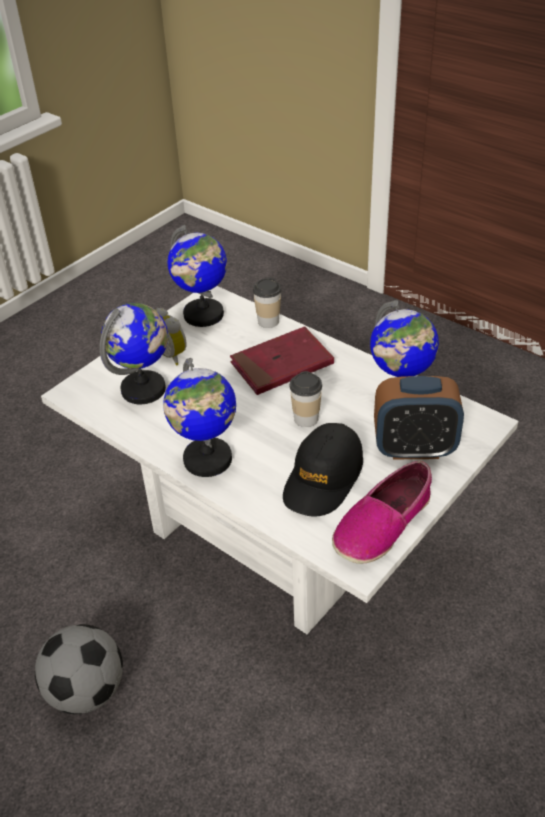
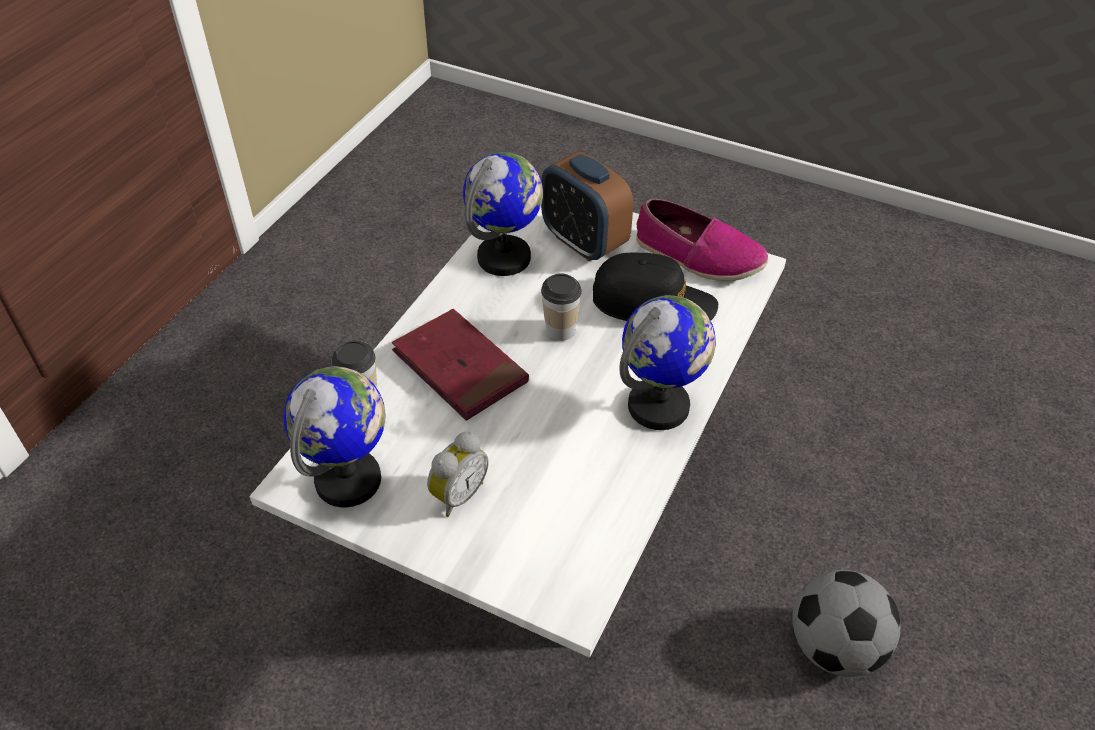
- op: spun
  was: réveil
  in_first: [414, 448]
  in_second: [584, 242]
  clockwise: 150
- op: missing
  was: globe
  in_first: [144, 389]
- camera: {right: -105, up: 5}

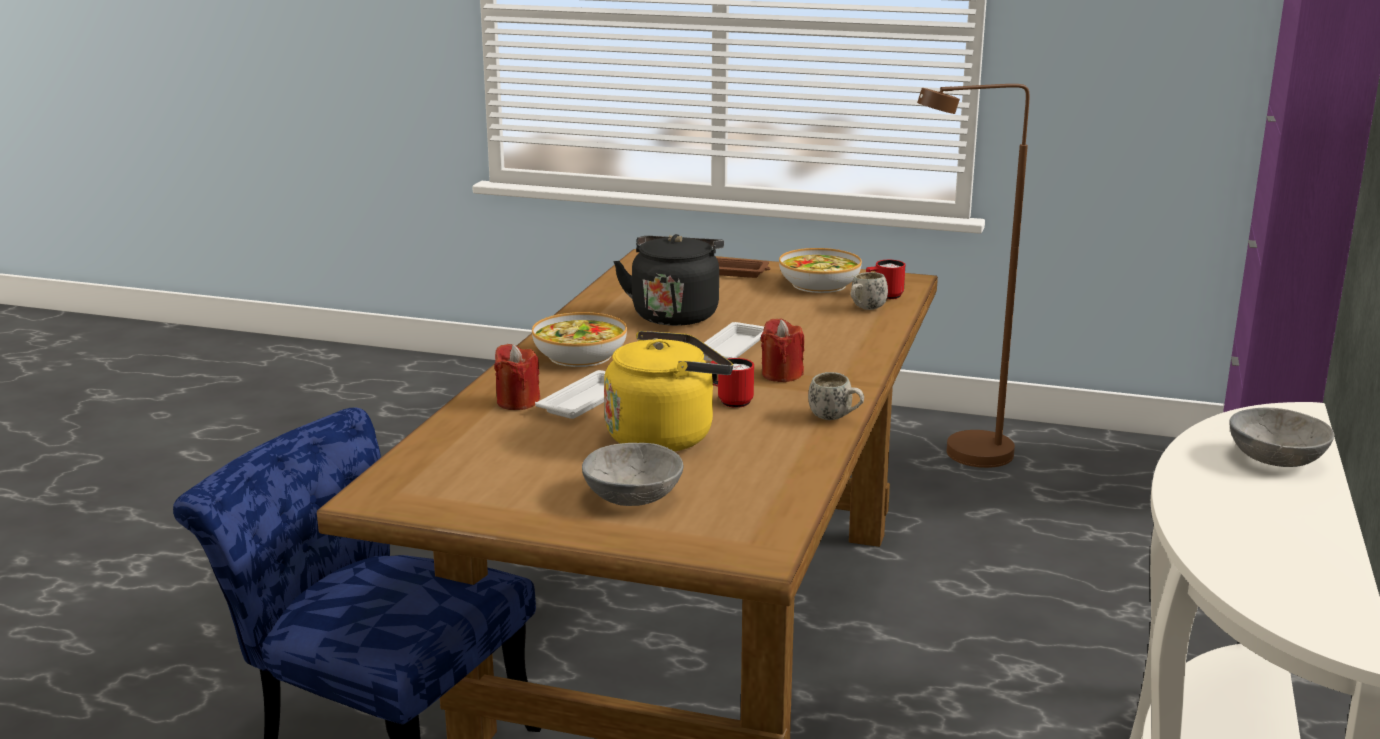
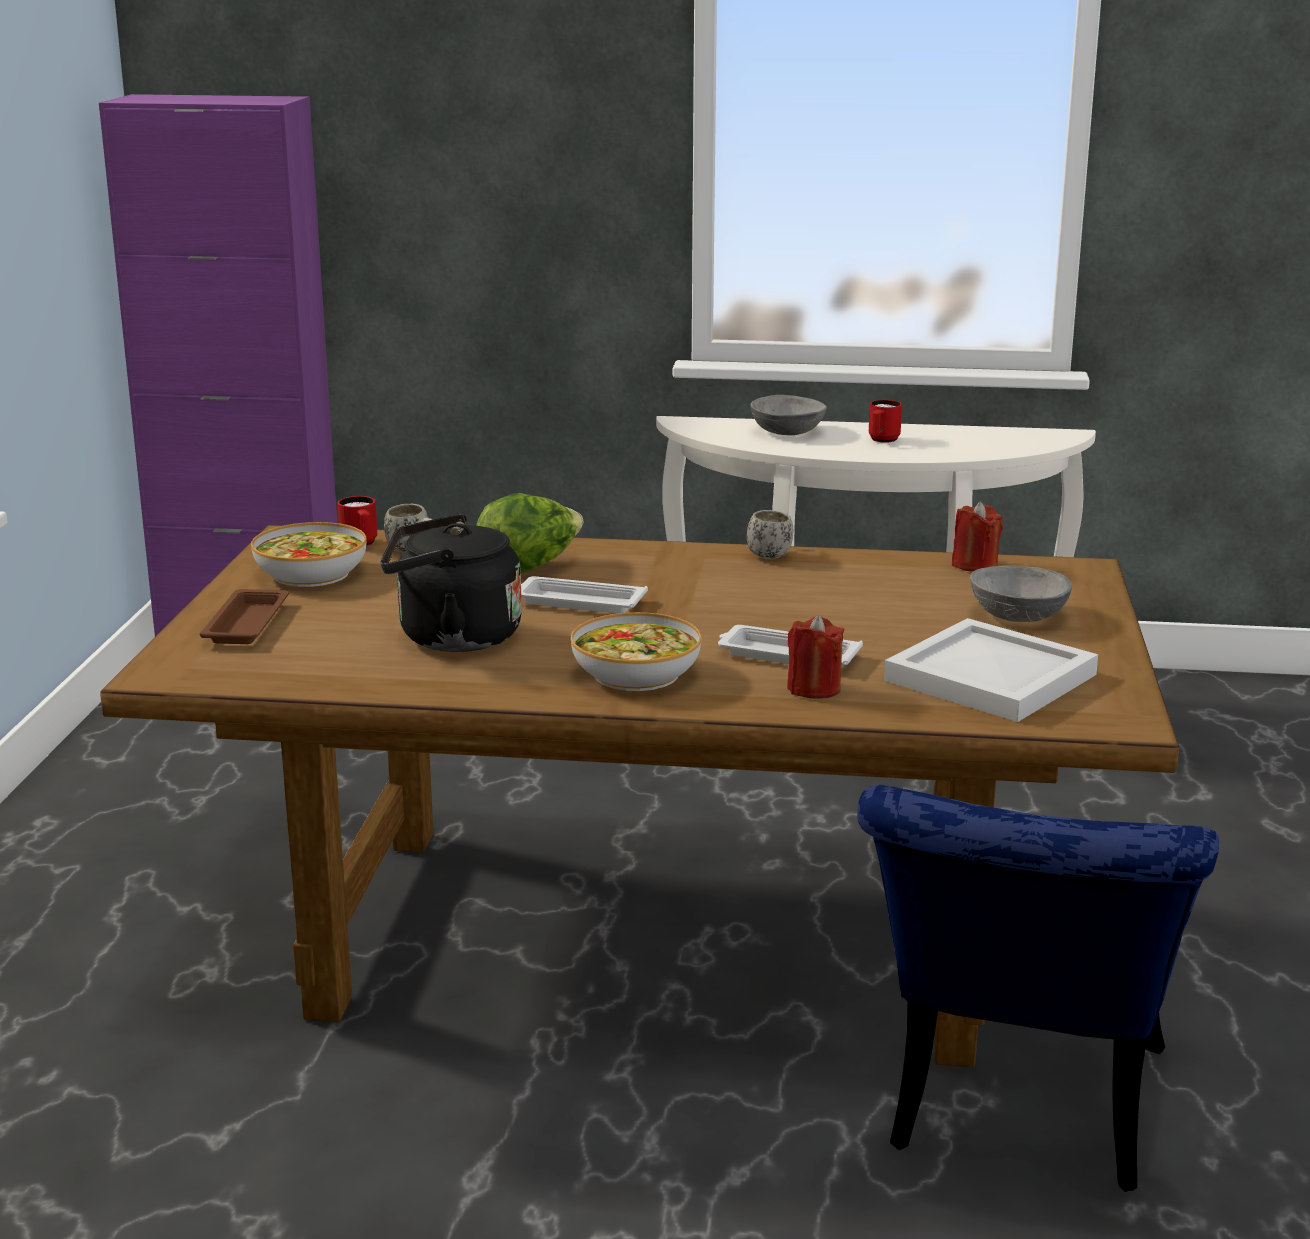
- op: appeared
  now: laitue
  in_second: [530, 567]
- op: relocated
  was: mug/rouge
  in_first: [730, 401]
  in_second: [882, 440]
- op: appeared
  now: plateau/blanc
  in_second: [994, 677]
- op: relocated
  was: bougie/rouge
  in_first: [781, 375]
  in_second: [974, 565]
- op: missing
  was: bouilloire/jaune
  in_first: [665, 436]
- op: missing
  was: lampadaire/marron
  in_first: [963, 457]
- camera: {right: -100, up: 0}

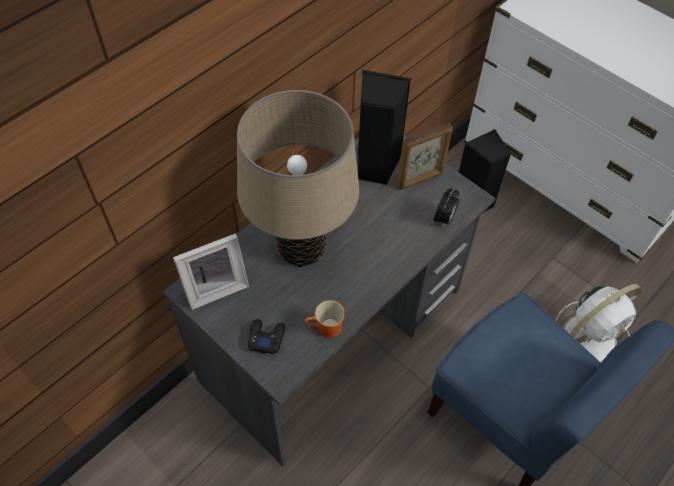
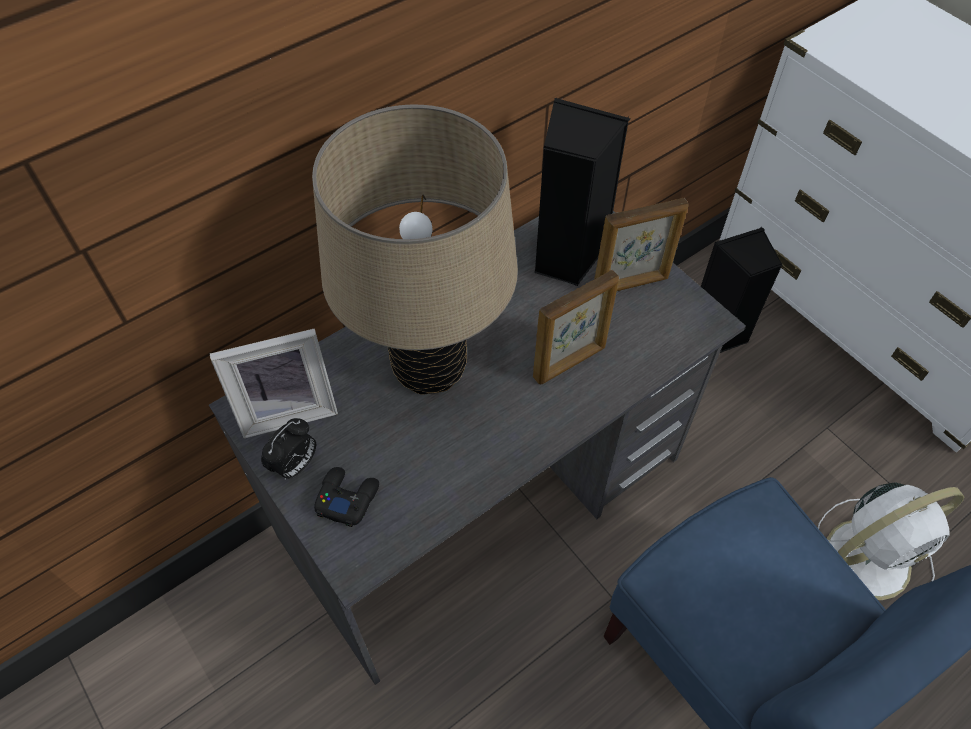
- op: relocated
  was: réveil
  in_first: [444, 219]
  in_second: [295, 465]
- op: appeared
  now: cadre photo
  in_second: [570, 362]
- op: missing
  was: mug
  in_first: [327, 329]
- camera: {right: 10, up: 0}

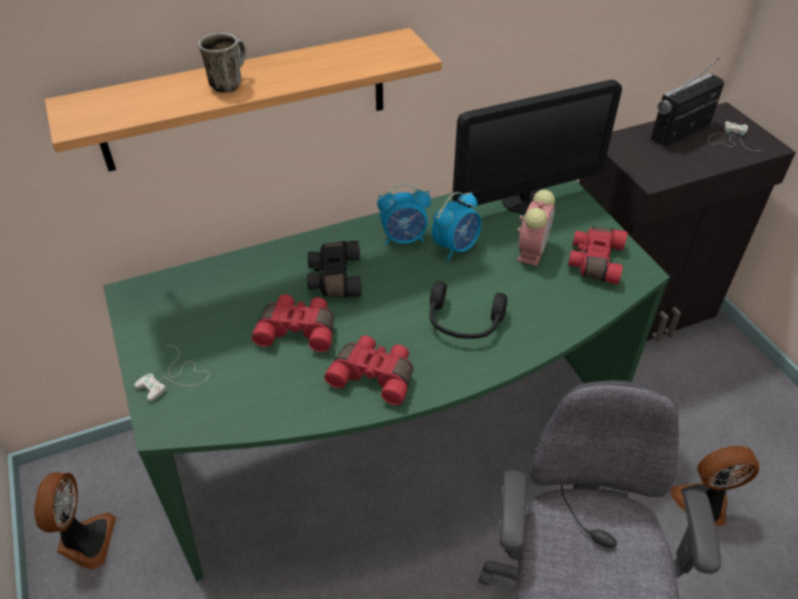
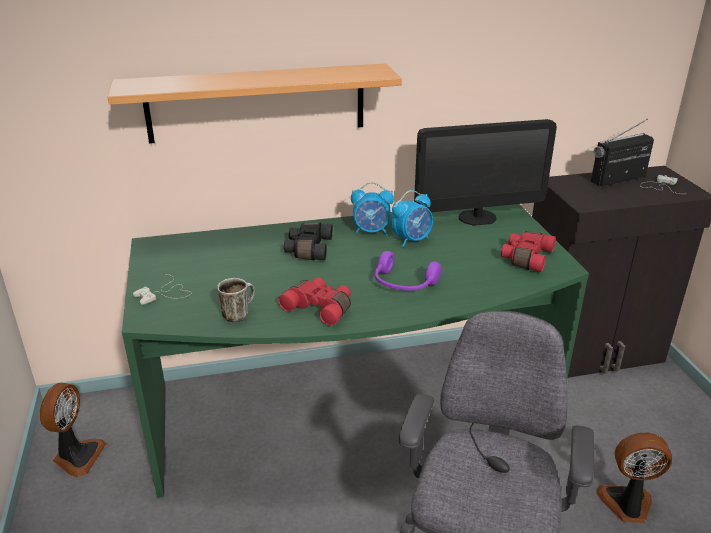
- op: relocated
  was: mug
  in_first: [229, 83]
  in_second: [238, 314]
- op: colour
  was: casque audio/noir
  now: casque audio/violet
  in_first: [463, 323]
  in_second: [403, 284]
- op: missing
  was: jumelles/rouge
  in_first: [298, 330]
- op: missing
  was: réveil
  in_first: [532, 249]
- camera: {right: 10, up: -15}

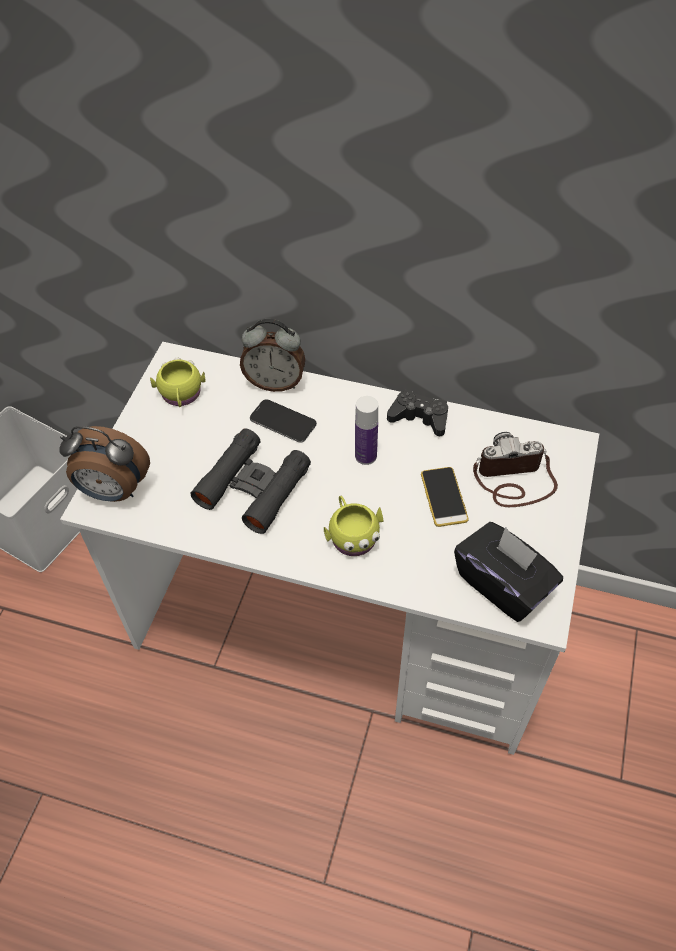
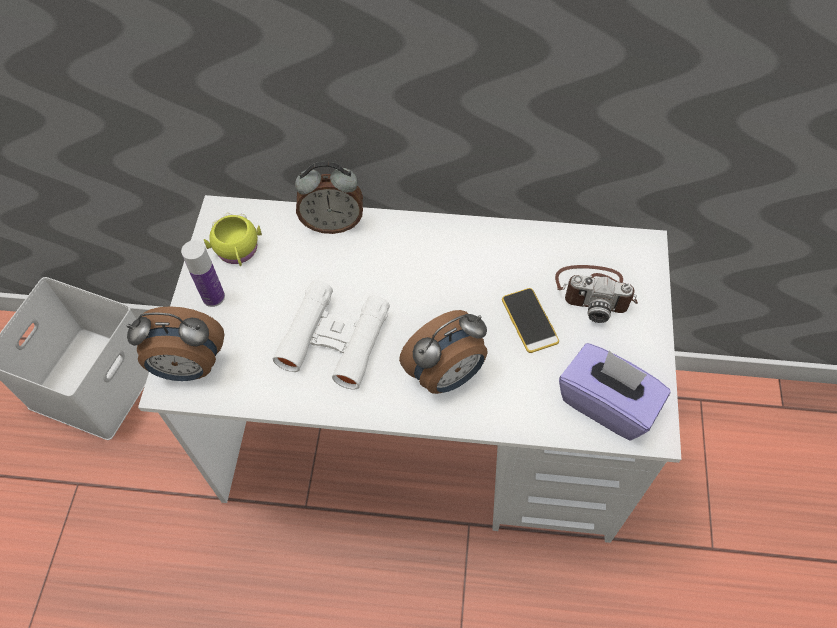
- op: relocated
  was: bouteille
  in_first: [366, 456]
  in_second: [213, 297]
- op: colour
  was: jumelles/noir
  now: jumelles/blanc
  in_first: [253, 486]
  in_second: [334, 339]
- op: exchanged
  was: mug/jaune
  now: réveil
  in_first: [352, 535]
  in_second: [446, 375]
- op: spun
  was: appareil photo
  in_first: [514, 480]
  in_second: [594, 292]
  clockwise: -150
- op: colour
  was: boîte à mouchoirs/noir
  now: boîte à mouchoirs/violet
  in_first: [503, 584]
  in_second: [607, 403]
- op: missing
  was: téléphone
  in_first: [283, 422]
- op: missing
  was: manette/noir
  in_first: [419, 418]
- camera: {right: -10, up: 5}

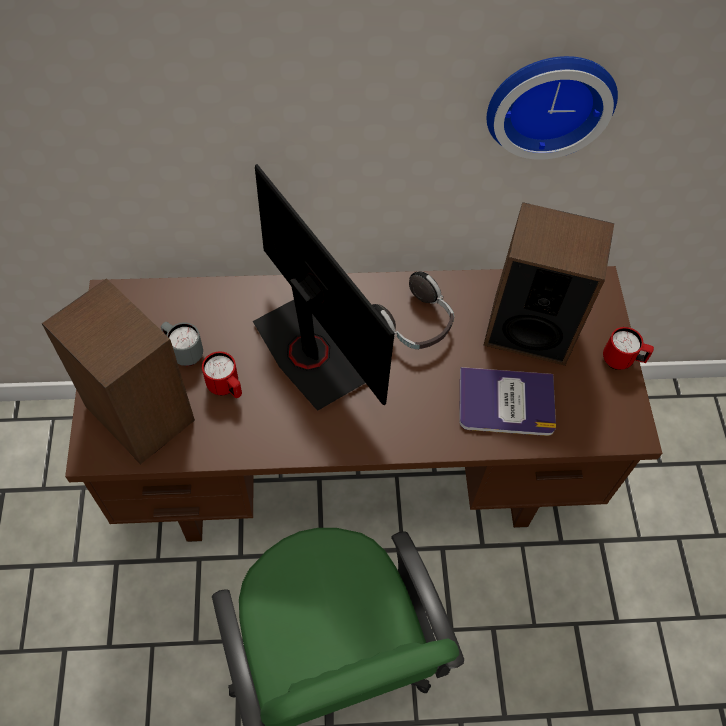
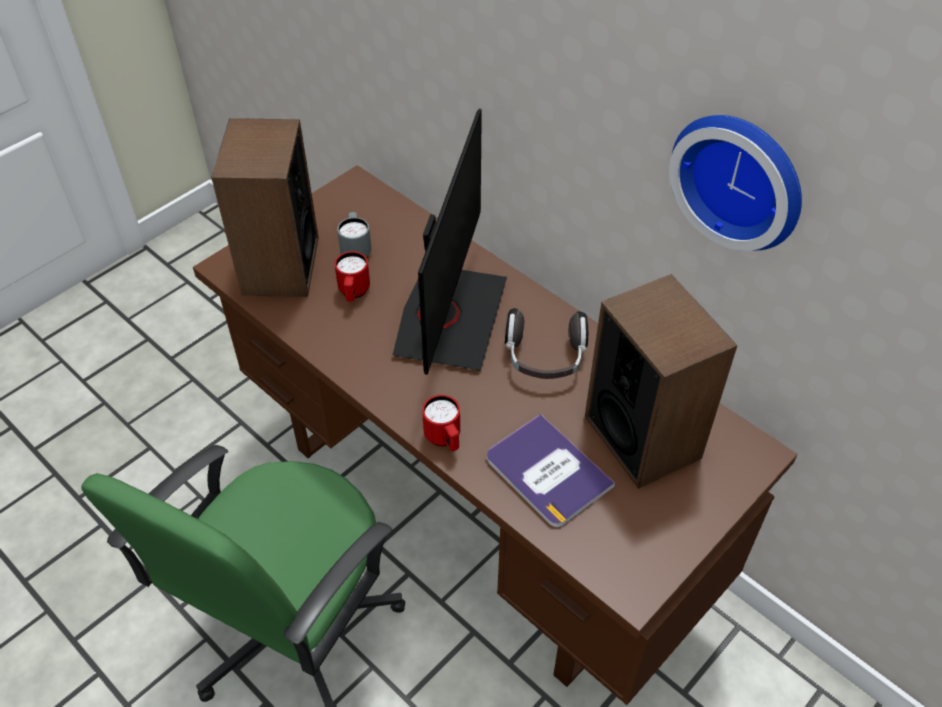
- op: relocated
  was: mug/rouge
  in_first: [622, 360]
  in_second: [444, 439]
- camera: {right: 50, up: -10}

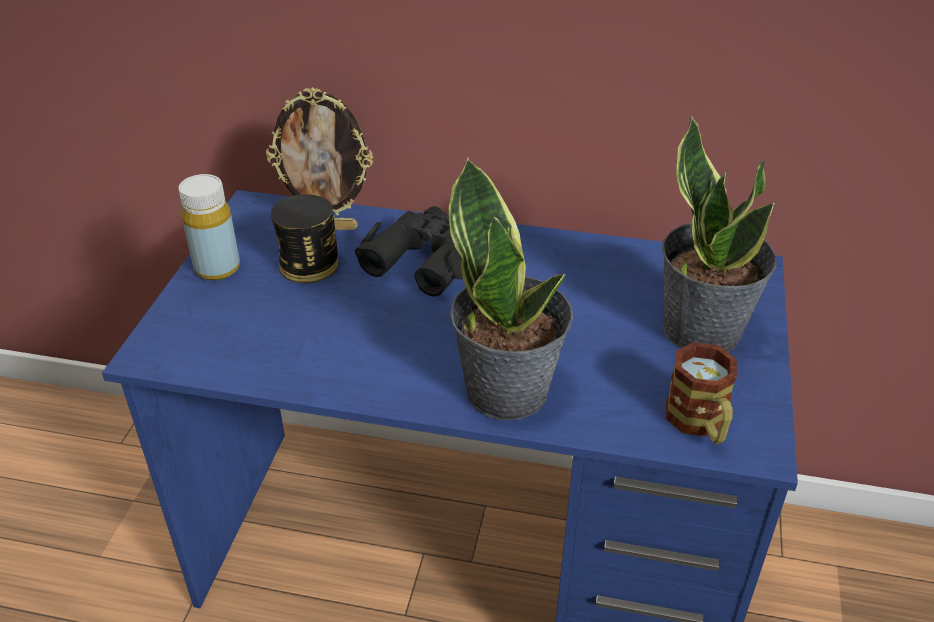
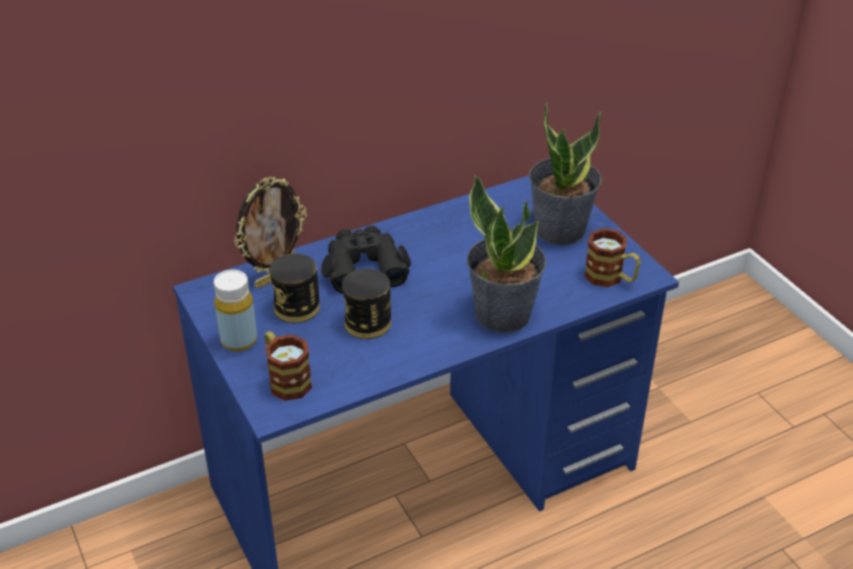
- op: appeared
  now: mug
  in_second: [285, 379]
- op: appeared
  now: boîte métallique
  in_second: [367, 323]
- camera: {right: -40, up: 0}

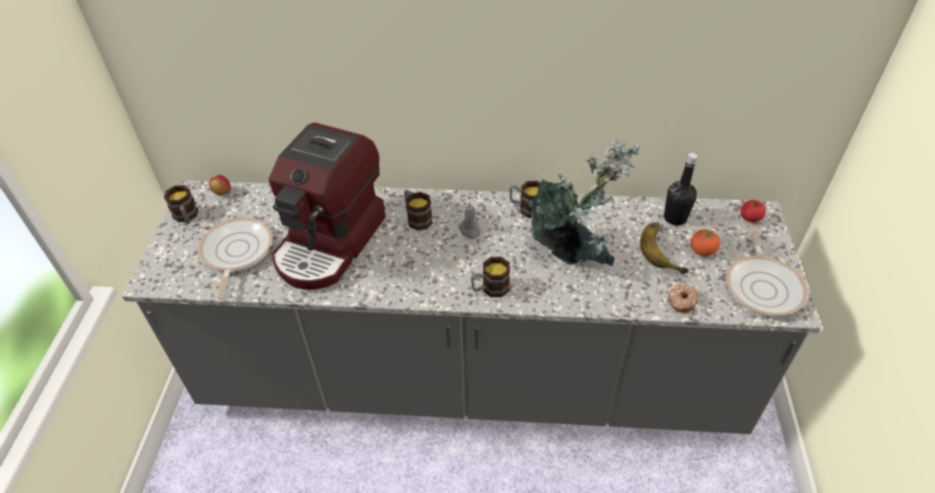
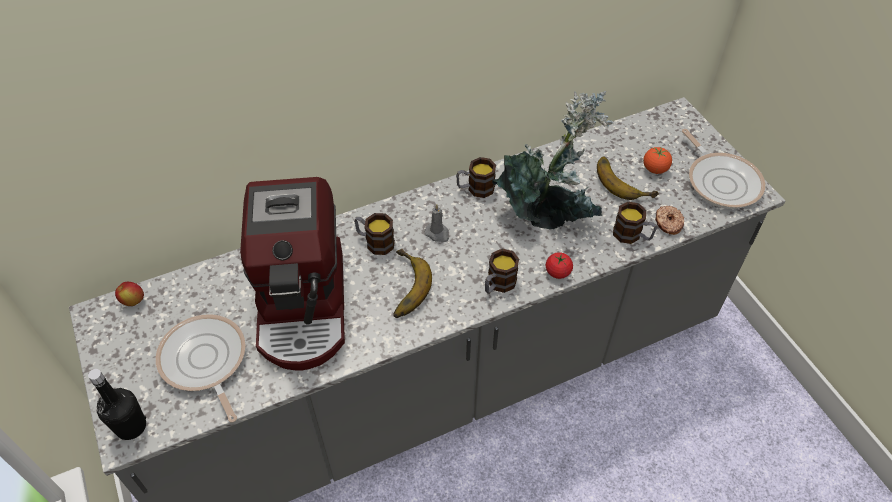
- op: relocated
  was: bouteille/noir
  in_first: [675, 218]
  in_second: [131, 426]
- op: appeared
  now: banane
  in_second: [402, 287]
- op: relocated
  was: tomate
  in_first: [750, 218]
  in_second: [558, 272]
- op: relocated
  was: mug
  in_first: [186, 217]
  in_second: [632, 235]
- camera: {right: -30, up: 5}

